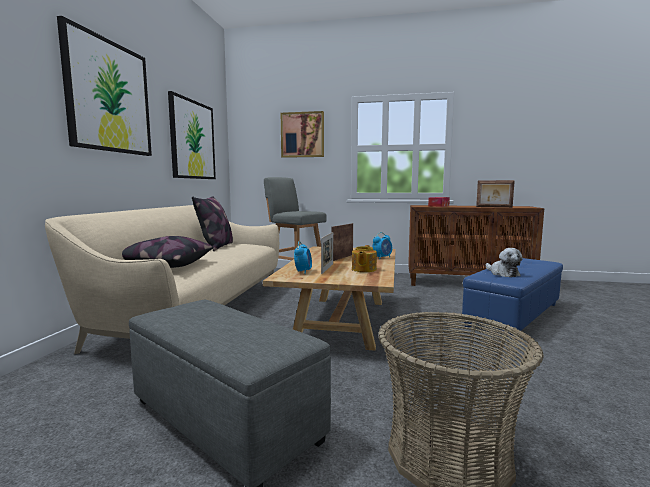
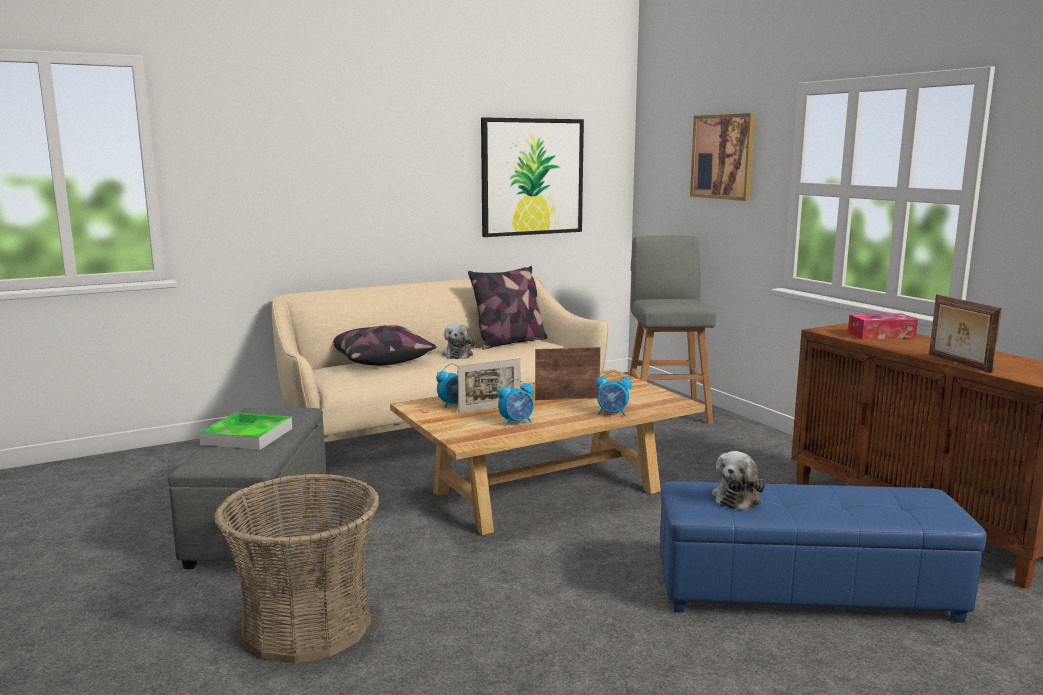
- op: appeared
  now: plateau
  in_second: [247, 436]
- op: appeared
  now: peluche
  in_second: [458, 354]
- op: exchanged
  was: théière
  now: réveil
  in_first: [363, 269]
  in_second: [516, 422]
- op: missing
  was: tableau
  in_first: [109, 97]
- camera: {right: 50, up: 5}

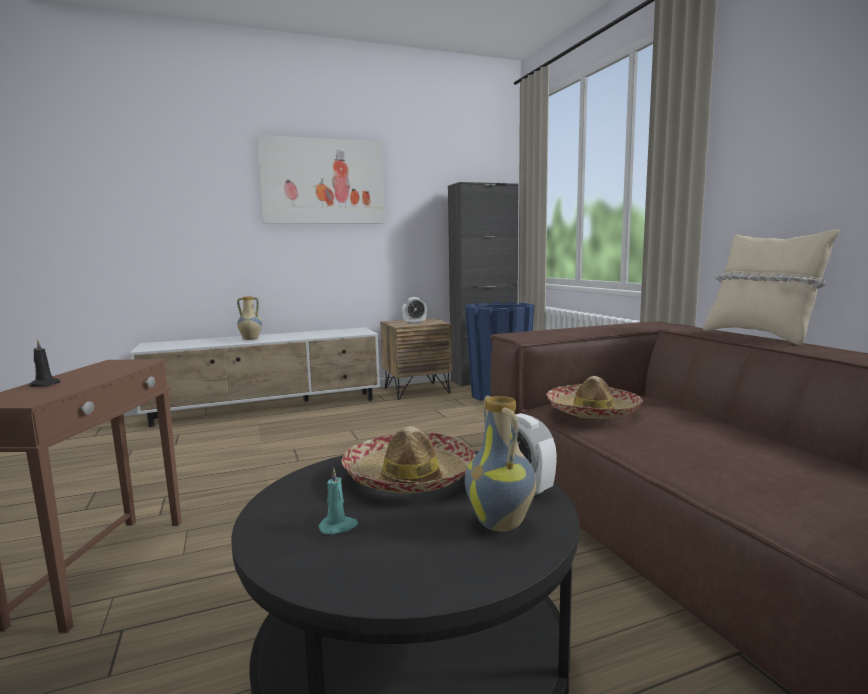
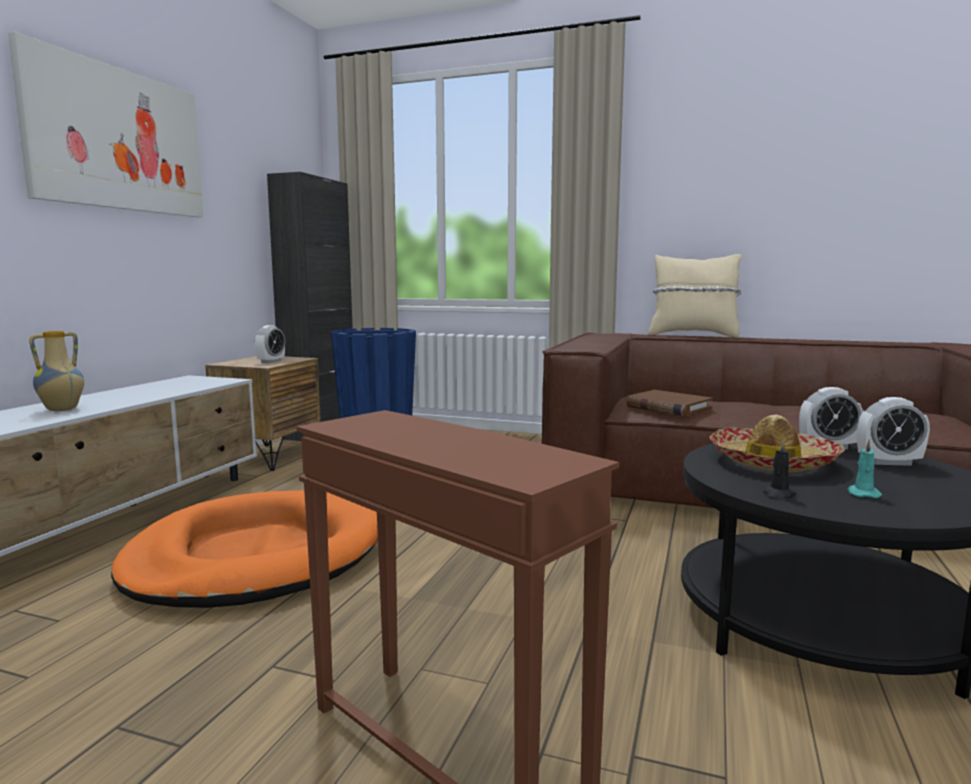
- op: appeared
  now: panier pour chien/orange
  in_second: [256, 557]
- op: exchanged
  was: chapeau
  now: livre/marron
  in_first: [592, 411]
  in_second: [668, 407]
- op: relocated
  was: bougie/noir
  in_first: [43, 385]
  in_second: [778, 495]
- op: exchanged
  was: vase
  now: réveil
  in_first: [502, 523]
  in_second: [889, 462]
- camera: {right: -50, up: 0}

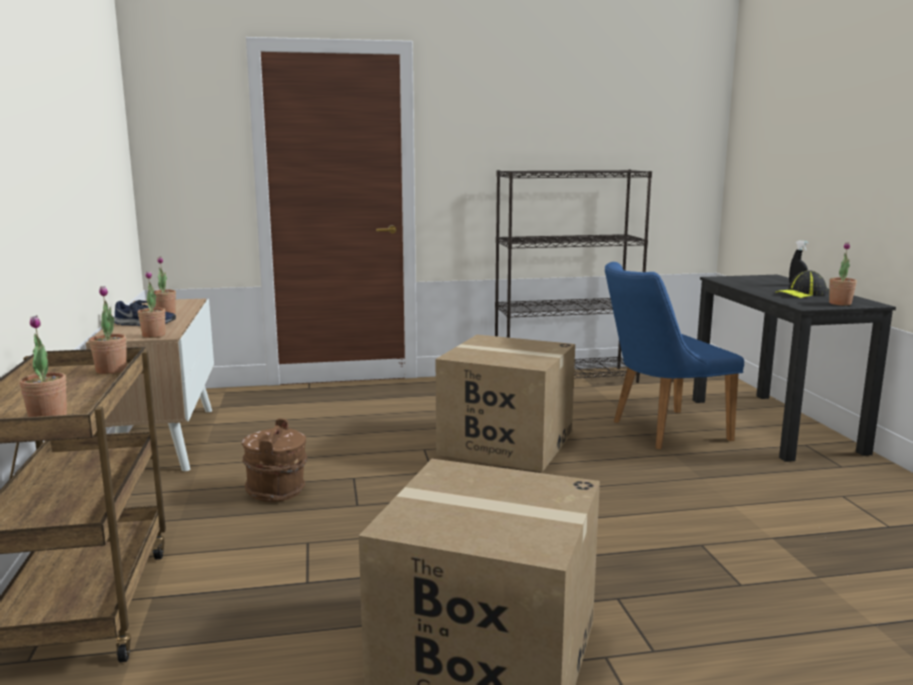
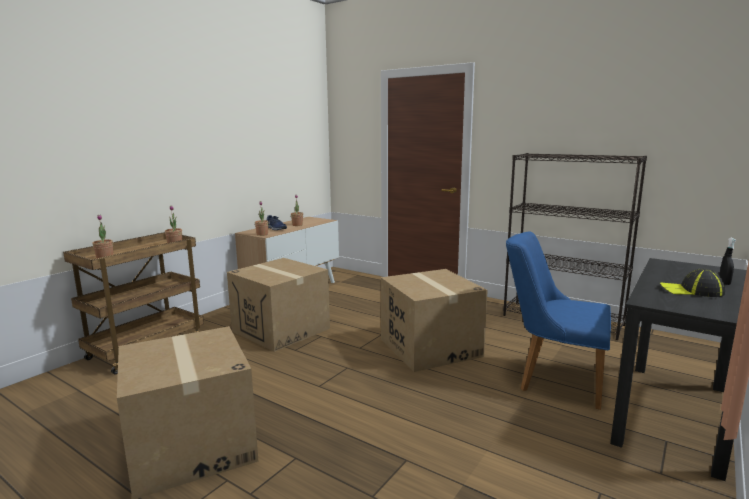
- op: exchanged
  was: seau/marron
  now: carton
  in_first: [277, 491]
  in_second: [281, 330]
- op: missing
  was: plante en pot
  in_first: [840, 303]
- camera: {right: 45, up: 0}

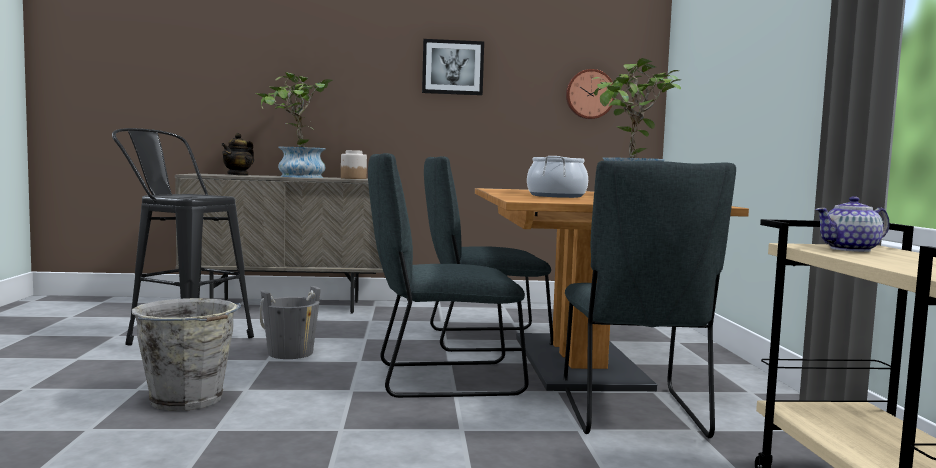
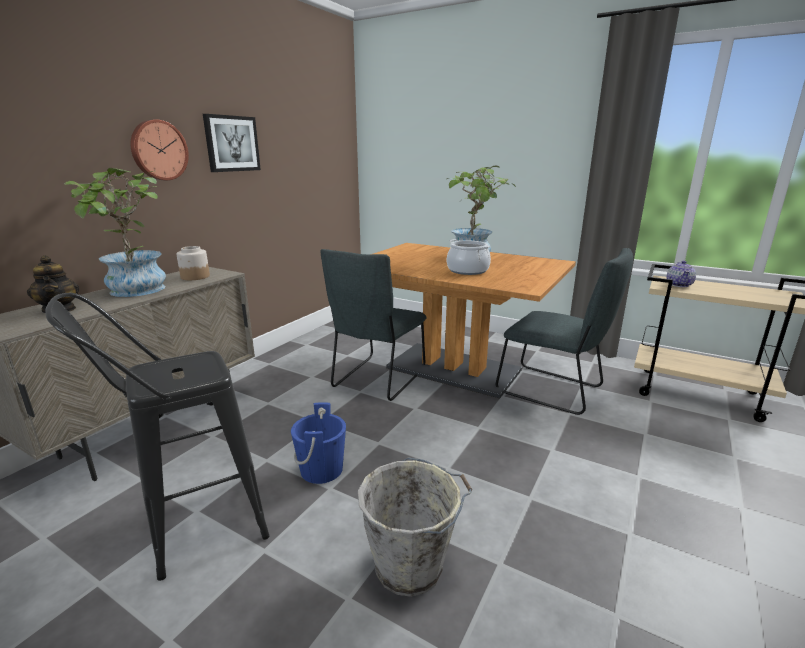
- op: relocated
  was: horloge murale
  in_first: [589, 94]
  in_second: [158, 150]
- op: colour
  was: seau/gris
  now: seau/bleu
  in_first: [290, 353]
  in_second: [321, 470]
- op: missing
  was: chaise/gris
  in_first: [441, 379]
- camera: {right: -55, up: 15}

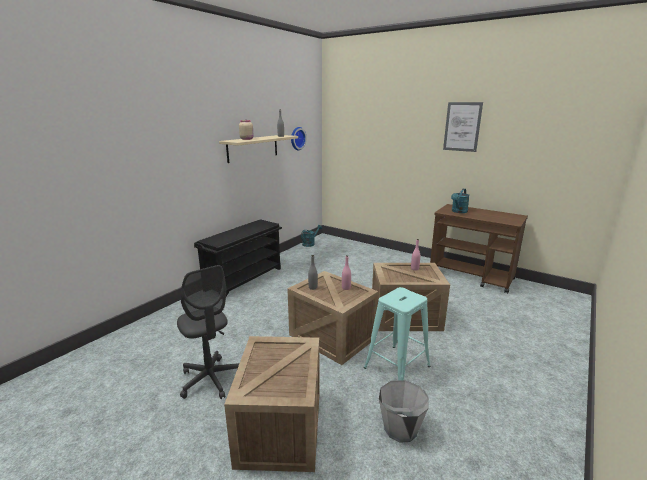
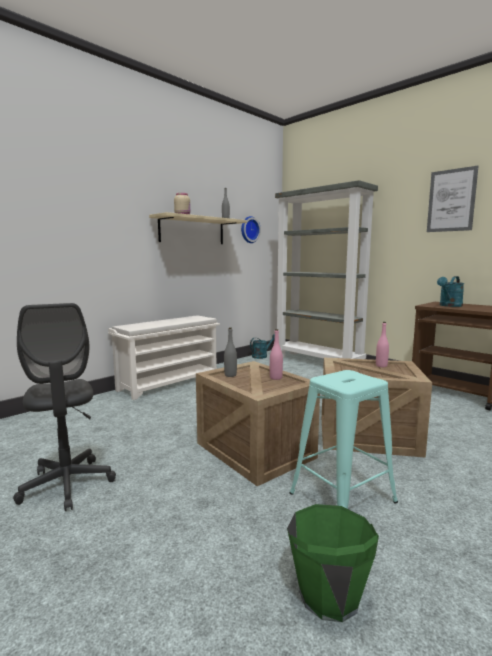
- op: colour
  was: étagère à chaussures/noir
  now: étagère à chaussures/blanc
  in_first: [244, 278]
  in_second: [169, 382]
- op: appeared
  now: bibliothèque/gris
  in_second: [318, 362]
- op: colour
  was: seau/gris
  now: seau/vert
  in_first: [400, 428]
  in_second: [329, 595]
- op: missing
  was: caisse
  in_first: [281, 428]
- camera: {right: 10, up: -10}

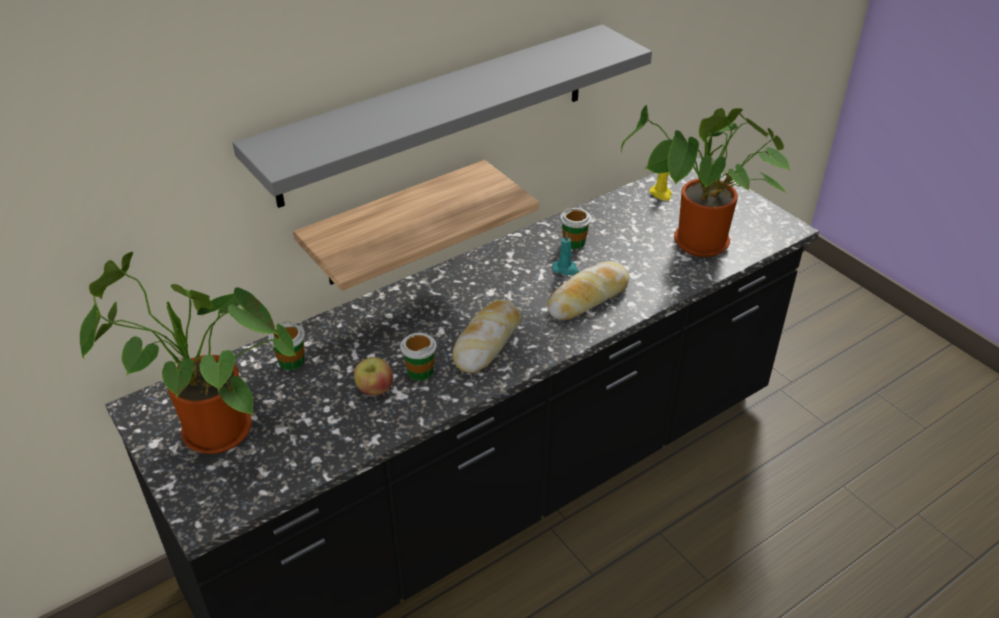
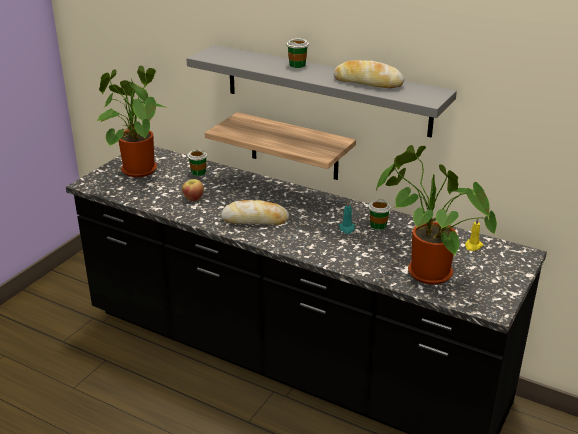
- op: relocated
  was: tasse
  in_first: [420, 371]
  in_second: [297, 65]
- op: relocated
  was: pain
  in_first: [588, 298]
  in_second: [367, 82]
- camera: {right: 65, up: -10}

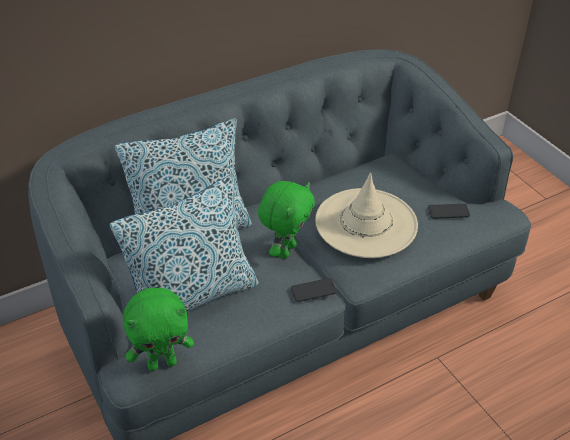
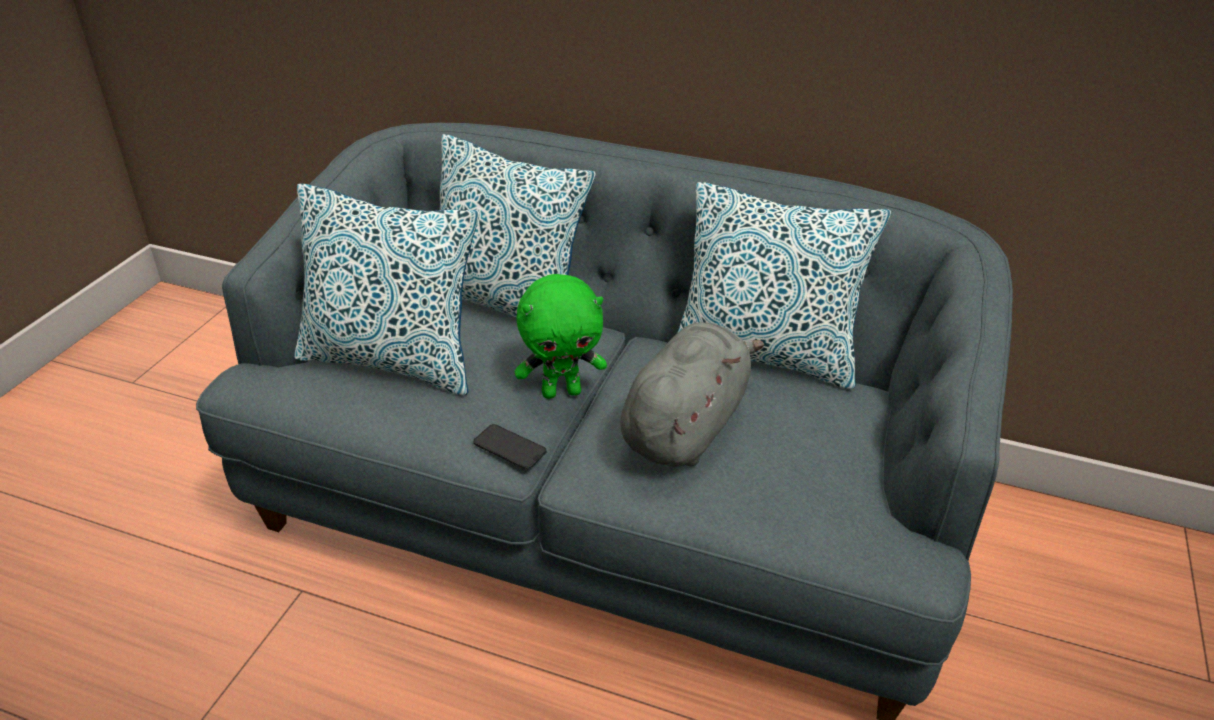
- op: exchanged
  was: chapeau/beige
  now: peluche/gris
  in_first: [366, 223]
  in_second: [686, 426]
- op: appeared
  now: coussin
  in_second: [765, 355]
- op: missing
  was: peluche/vert
  in_first: [162, 363]
- op: missing
  was: téléphone
  in_first: [448, 211]
- camera: {right: 50, up: -5}

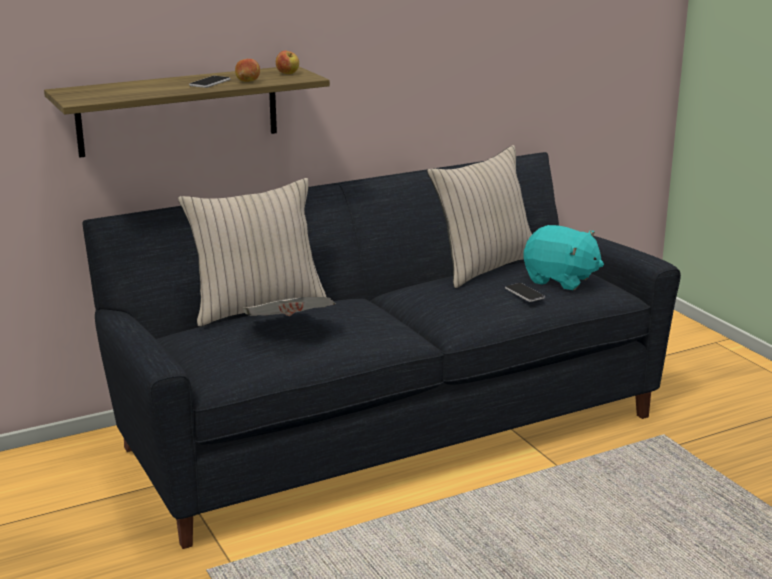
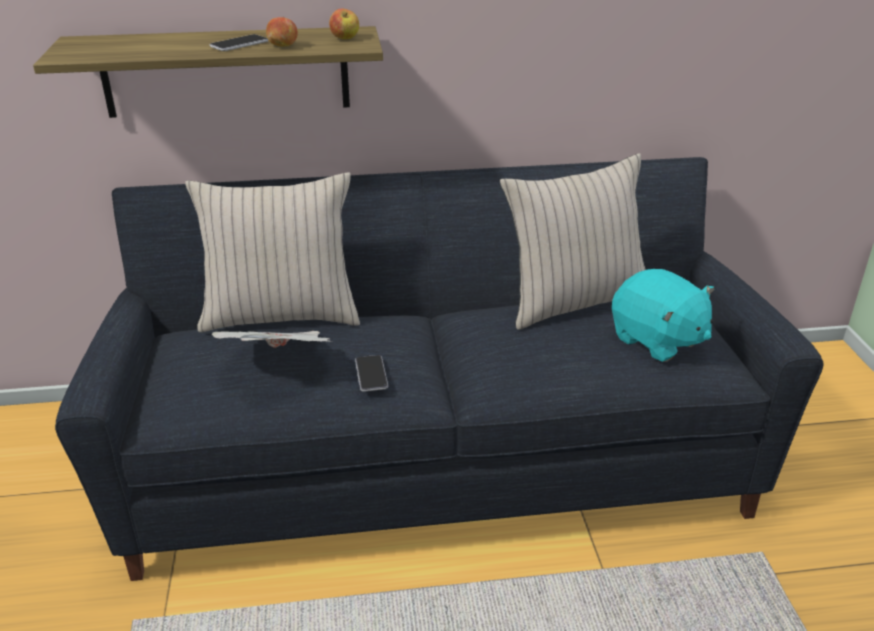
- op: relocated
  was: téléphone
  in_first: [524, 293]
  in_second: [371, 374]
- camera: {right: 20, up: 10}

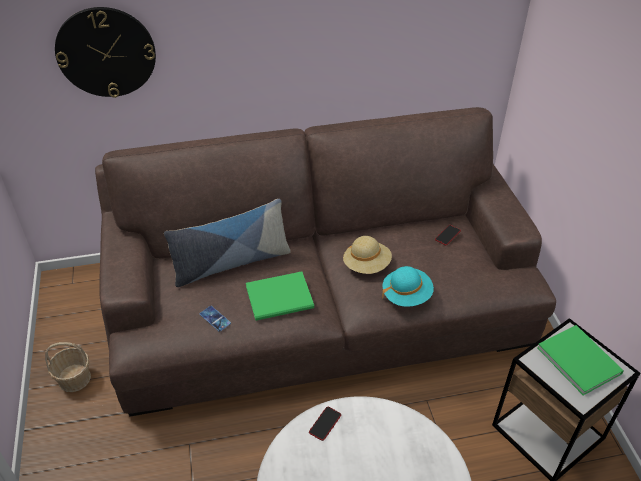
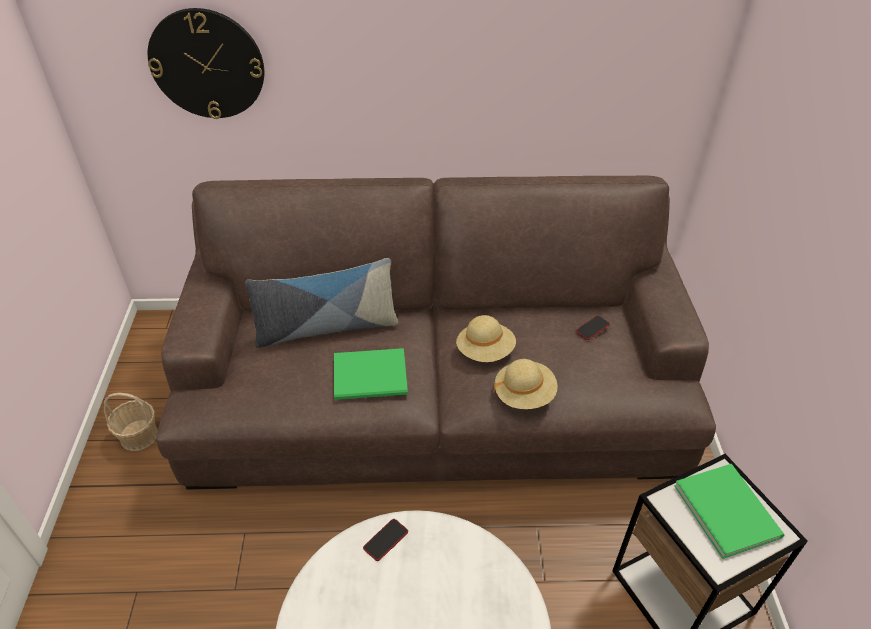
- op: colour
  was: chapeau/turquoise
  now: chapeau/beige
  in_first: [406, 295]
  in_second: [524, 394]
- op: missing
  was: téléphone
  in_first: [215, 318]
- camera: {right: 10, up: 0}

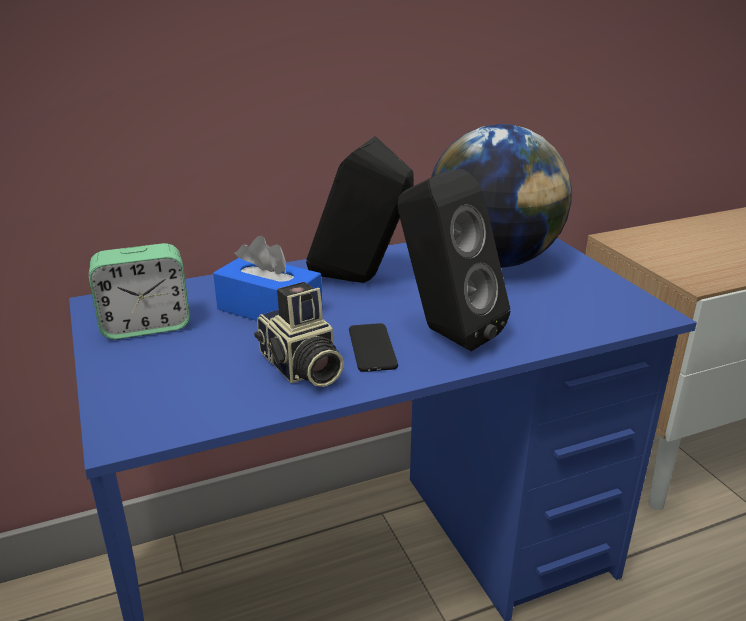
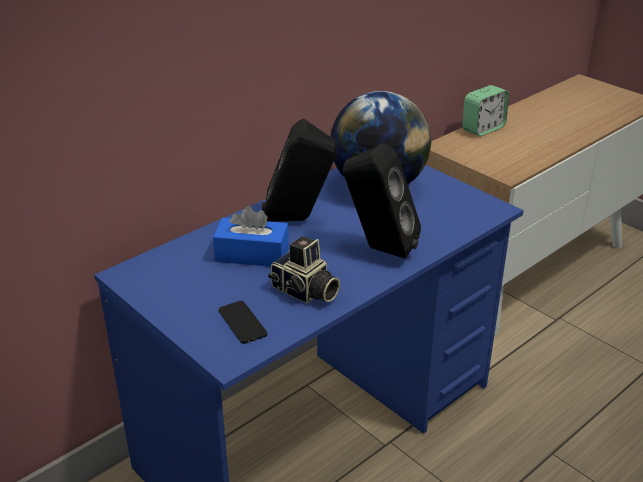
- op: relocated
  was: téléphone
  in_first: [372, 348]
  in_second: [242, 322]
- op: relocated
  was: réveil
  in_first: [146, 326]
  in_second: [483, 129]
- camera: {right: -20, up: 5}

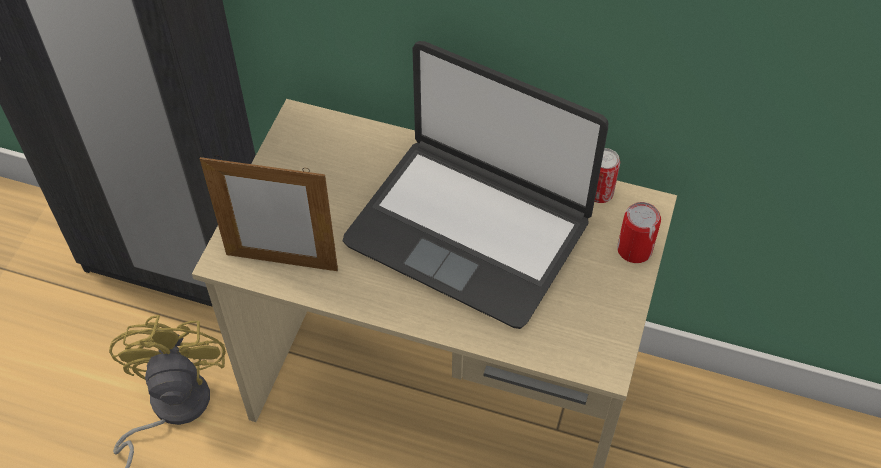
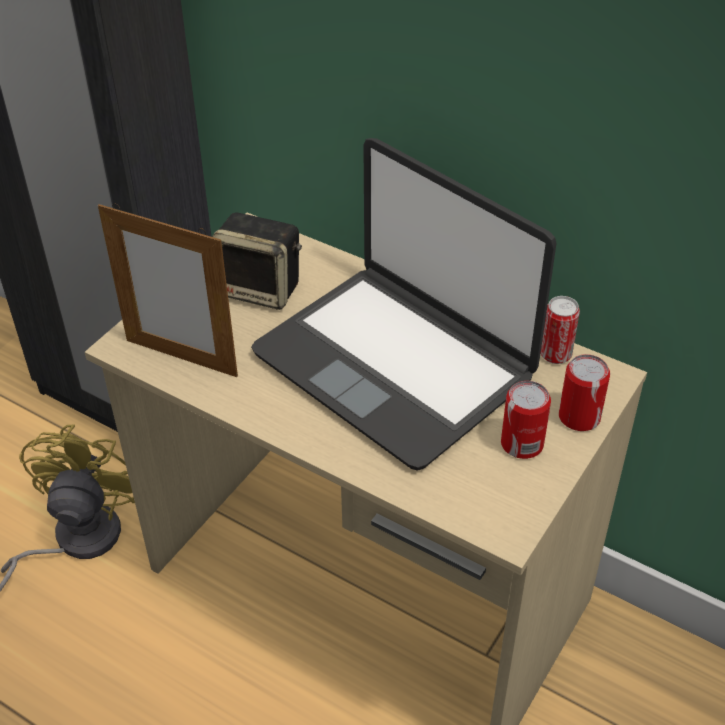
- op: appeared
  now: enceinte
  in_second: [261, 289]
- op: appeared
  now: boîte métallique
  in_second: [522, 444]
- camera: {right: 15, up: -10}

